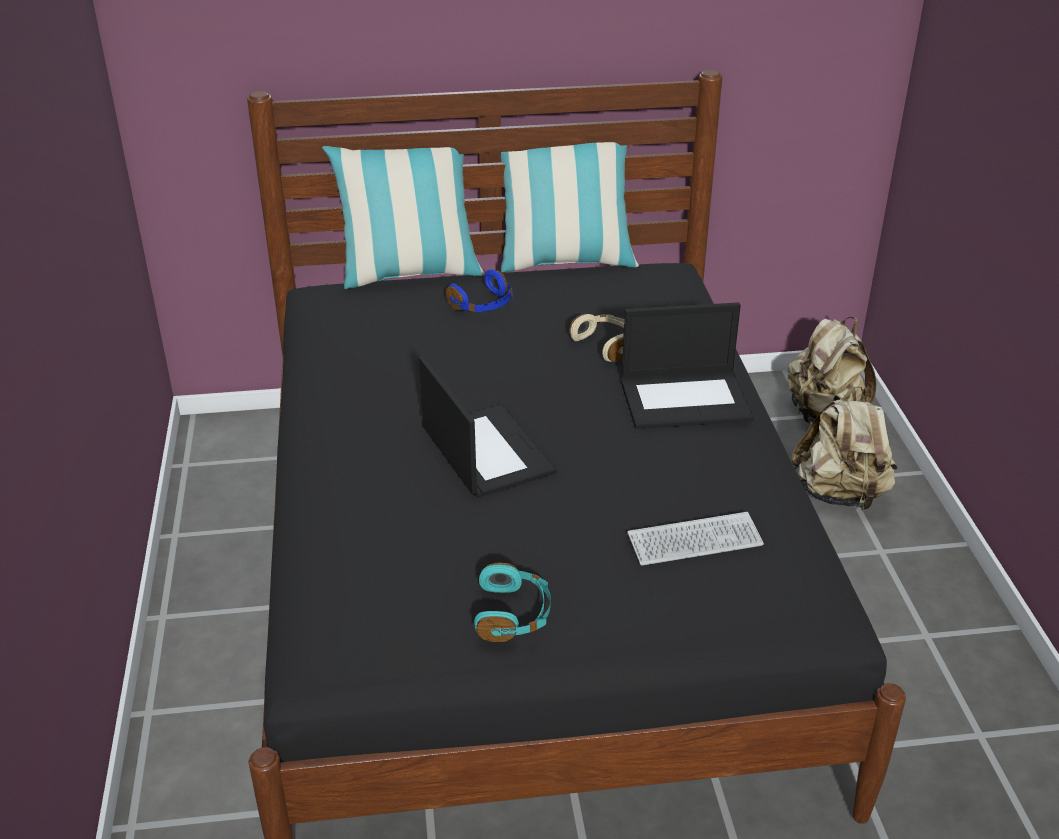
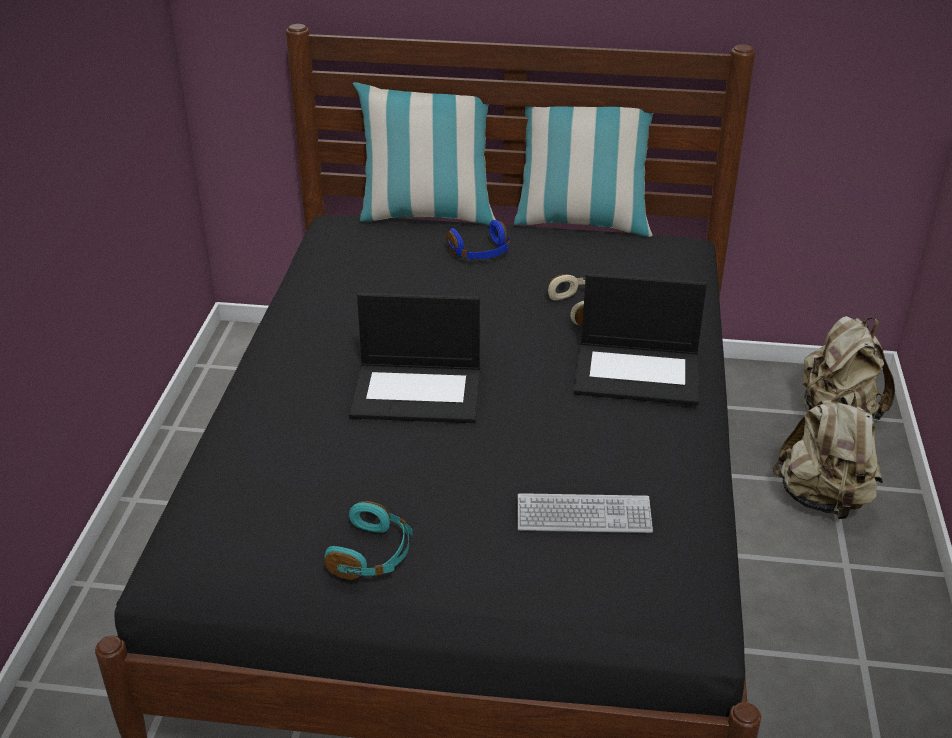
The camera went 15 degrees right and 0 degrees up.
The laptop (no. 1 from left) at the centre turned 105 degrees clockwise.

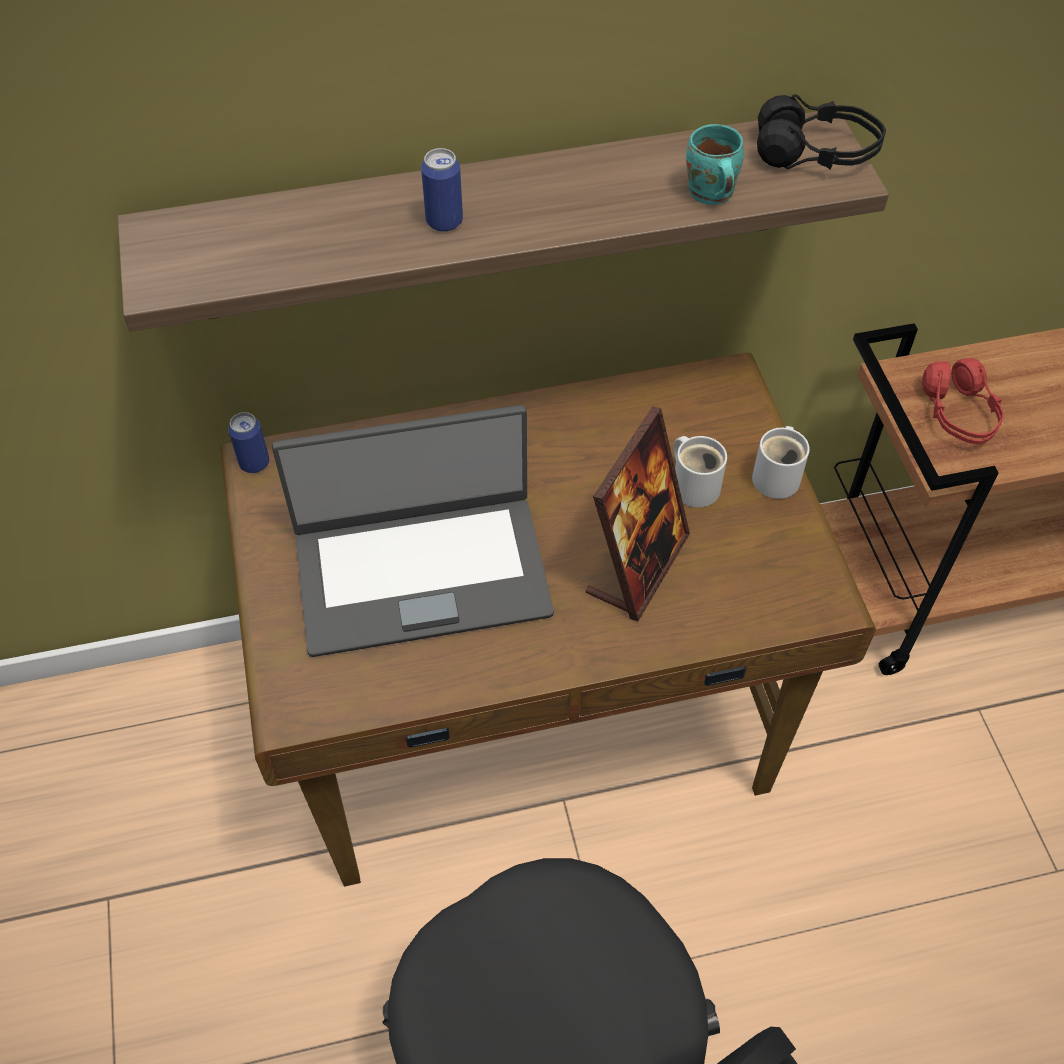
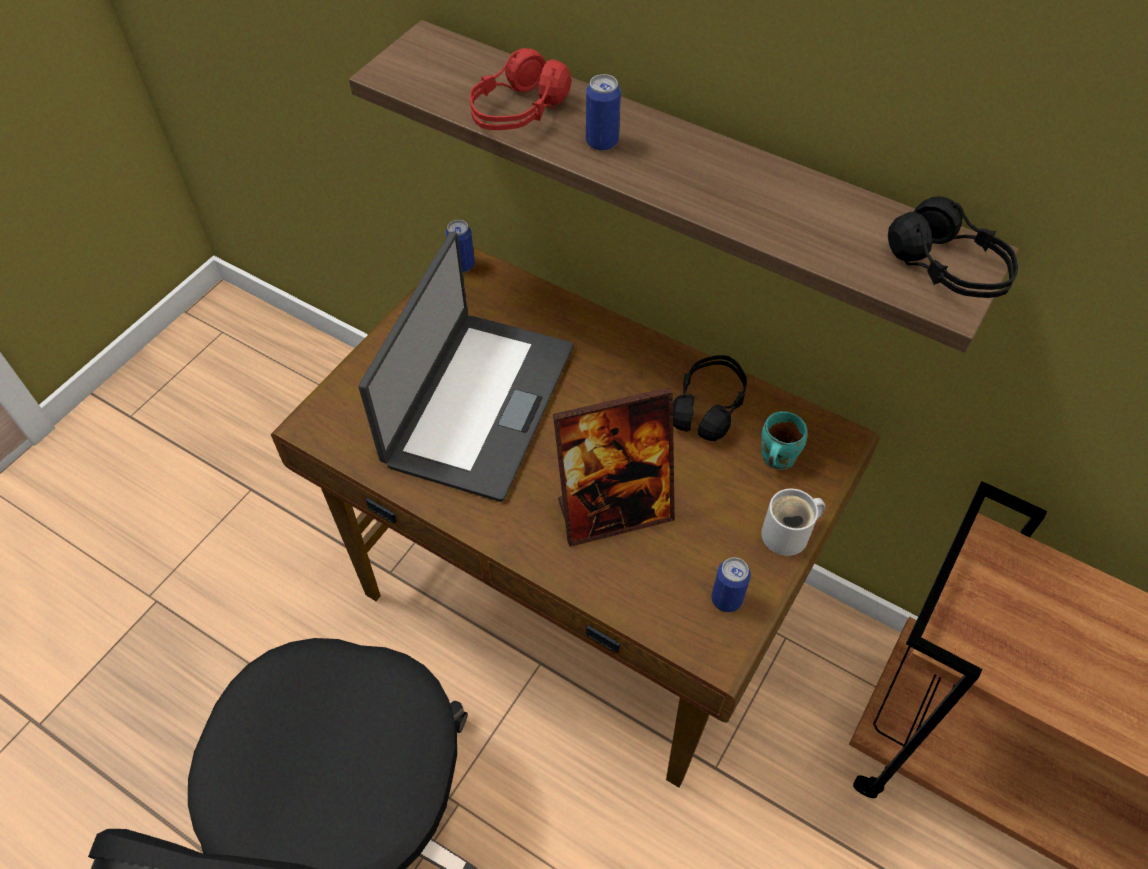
The camera went 45 degrees right and 0 degrees up.
The laptop at the centre turned 105 degrees counterclockwise.
The mug (white) (no. 1 from left) at the centre disappeared.
The mug (turquoise) moved from the top right to the middle right.
The headphones (red) moved from the middle right to the top centre.
The headphones (black) (no. 1 from left) at the centre appeared.
The can (no. 3 from left) at the bottom centre appeared.

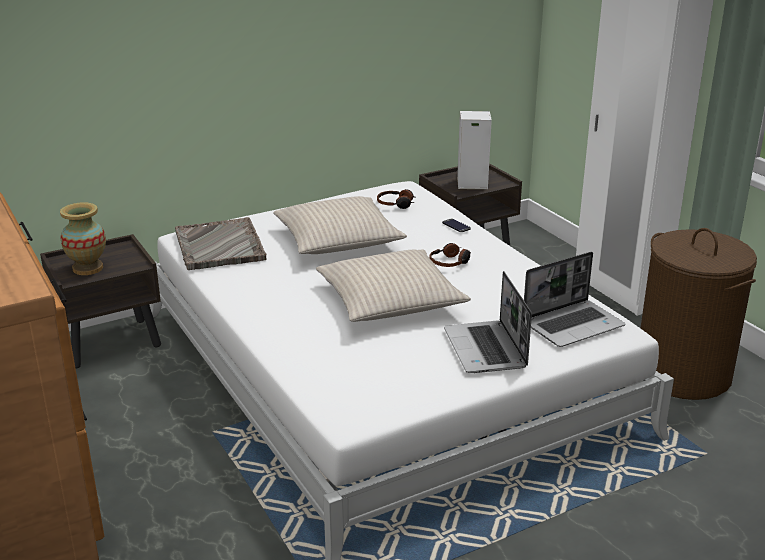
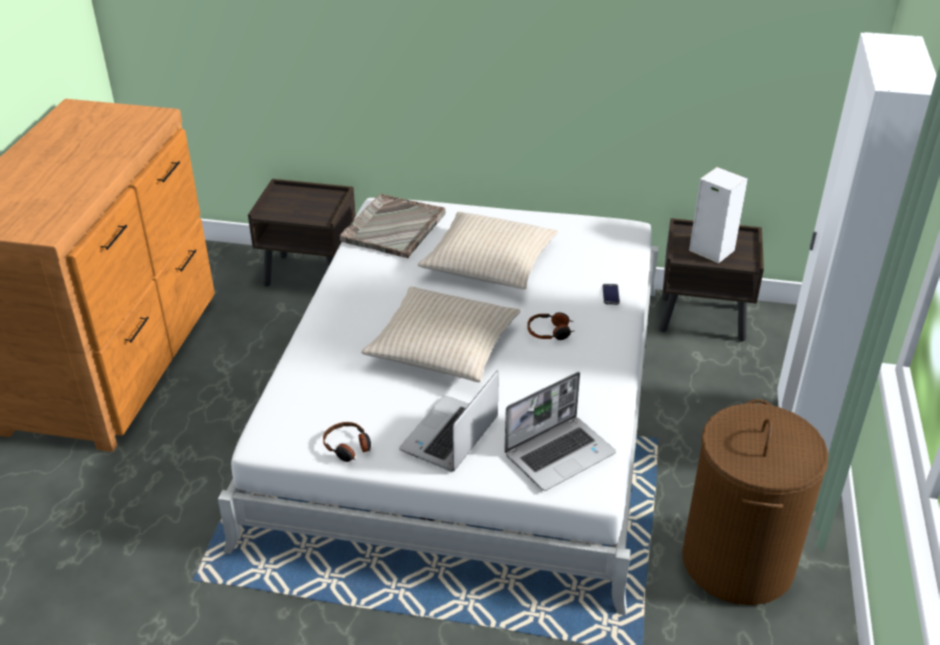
The camera went 40 degrees right and 10 degrees up.
The vase at the middle left disappeared.
The headphones (no. 1 from left) moved from the centre to the bottom centre.
The laptop (no. 2 from left) at the middle right turned 45 degrees counterclockwise.

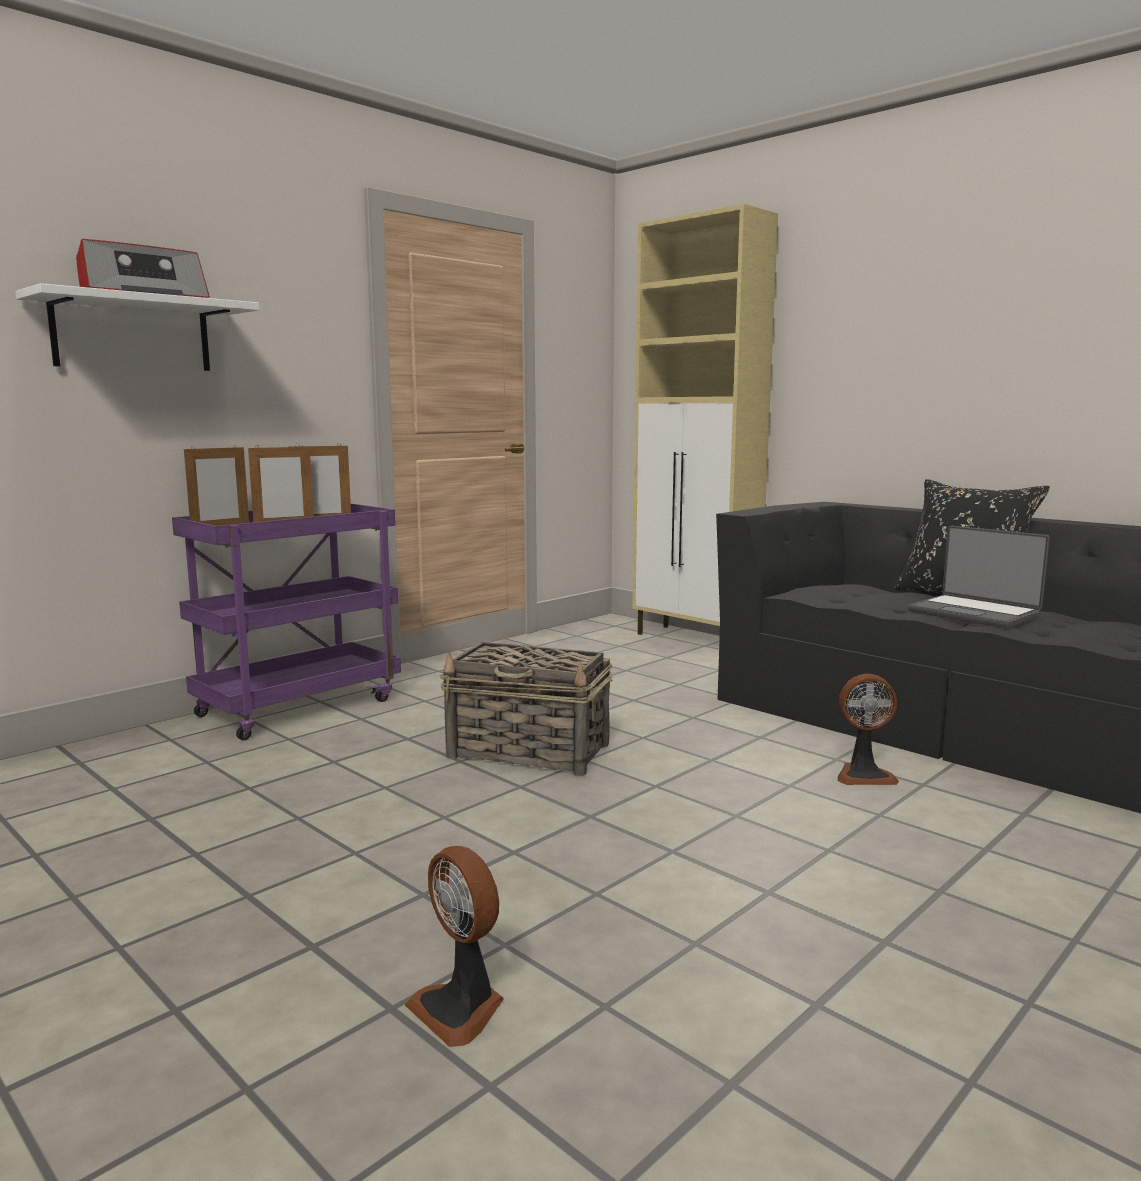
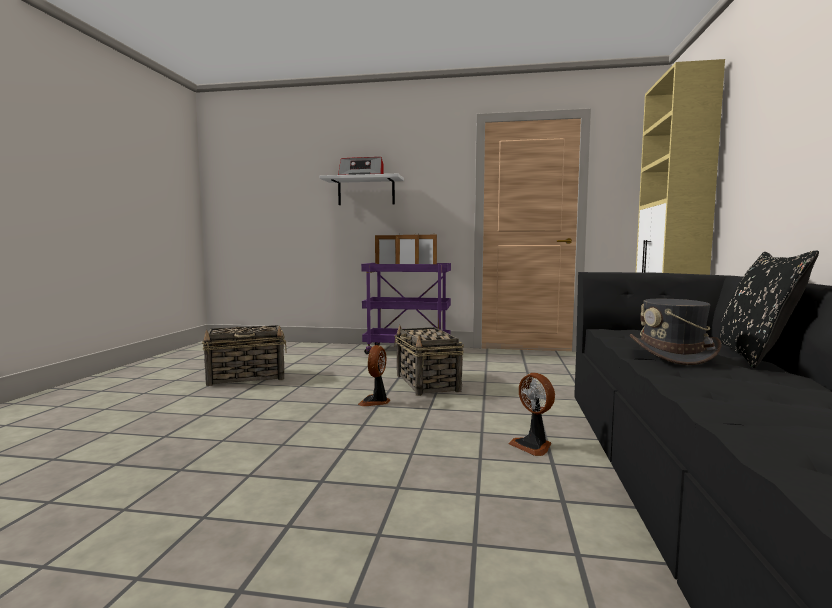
The camera went 55 degrees right and 5 degrees down.
The fan (no. 1 from left) moved from the bottom centre to the centre.
The laptop at the middle right was replaced by the hat (grey) at the middle right.
The basket (no. 1 from left) at the middle left appeared.

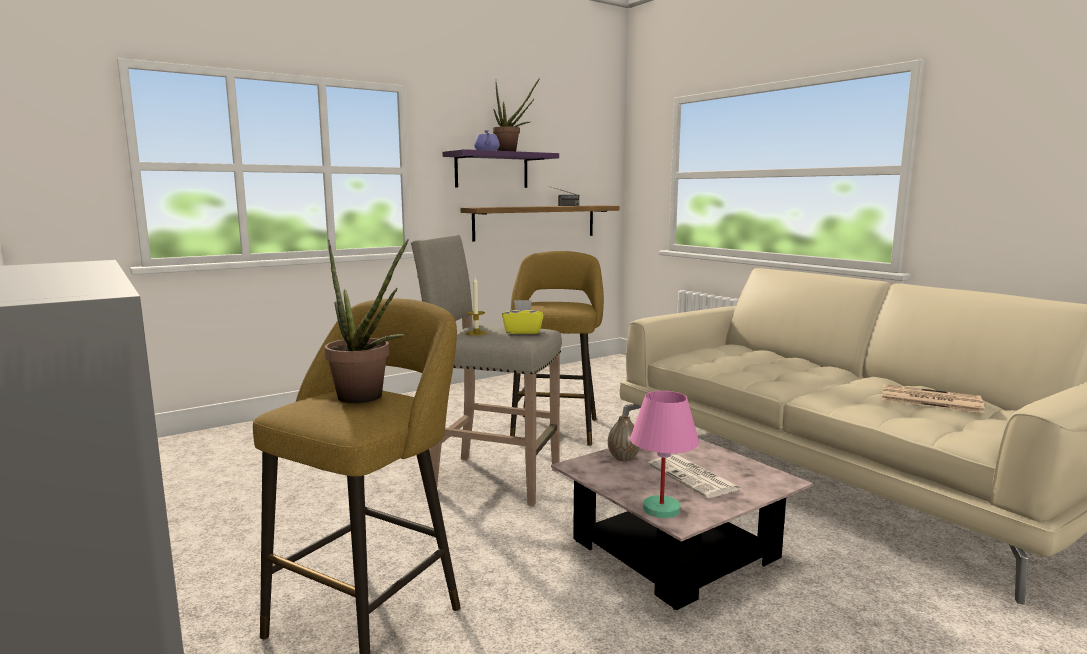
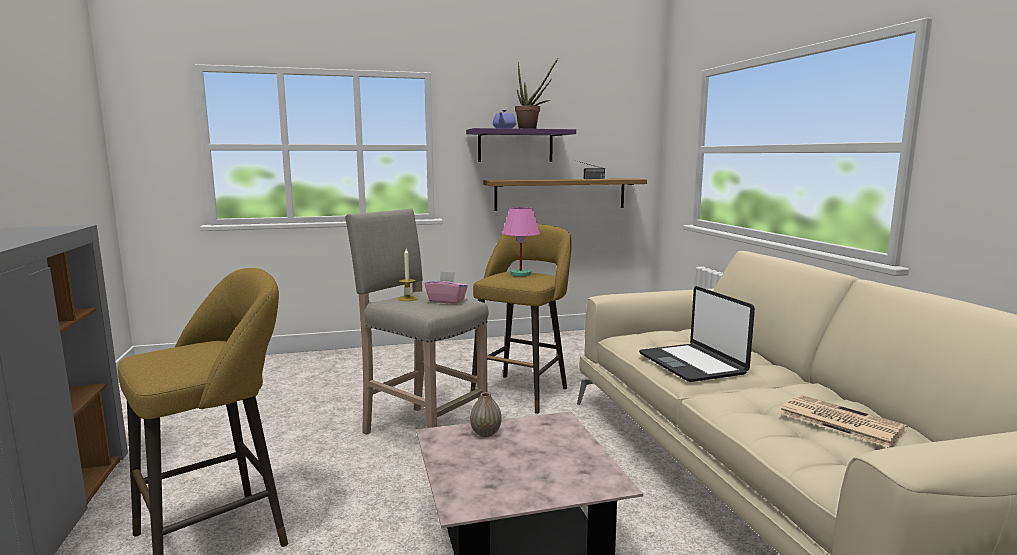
The camera went 20 degrees right and 0 degrees up.
The potted plant (no. 1 from left) at the centre disappeared.
The tissue box (yellow) at the centre became the tissue box (pink) at the centre.
The table lamp (pink) moved from the bottom centre to the centre.
The newspaper (no. 1 from left) at the bottom centre disappeared.
The laptop at the middle right appeared.

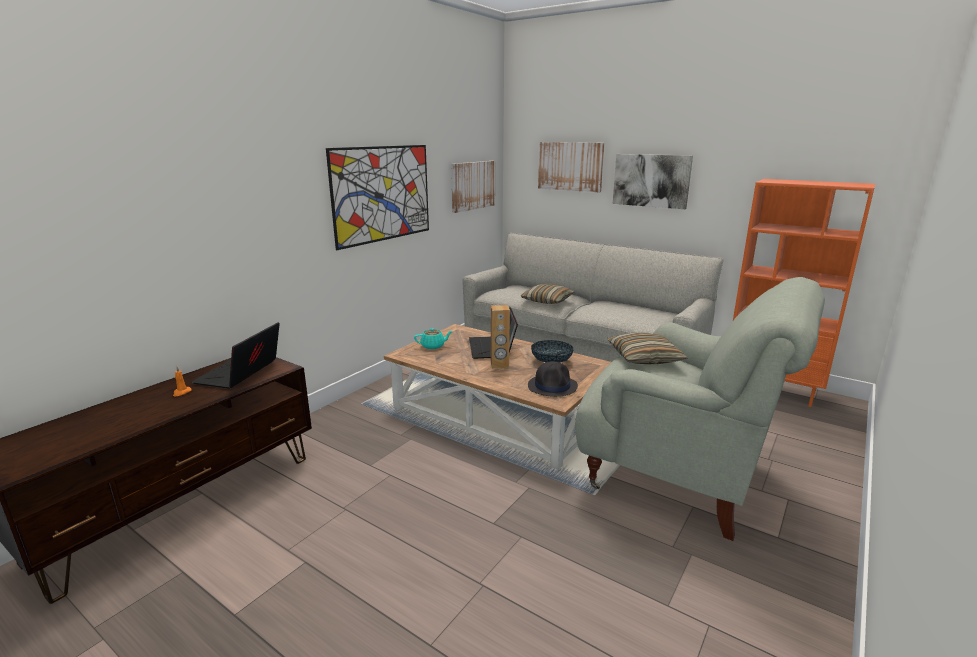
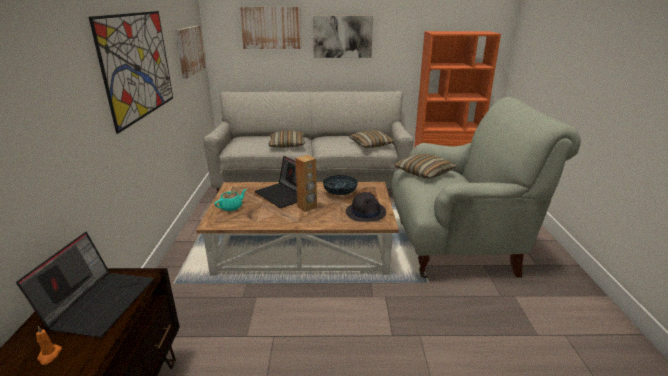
The camera went 35 degrees left and 5 degrees up.
The laptop (no. 1 from left) at the middle left turned 150 degrees counterclockwise.
The pillow (no. 2 from left) at the centre appeared.

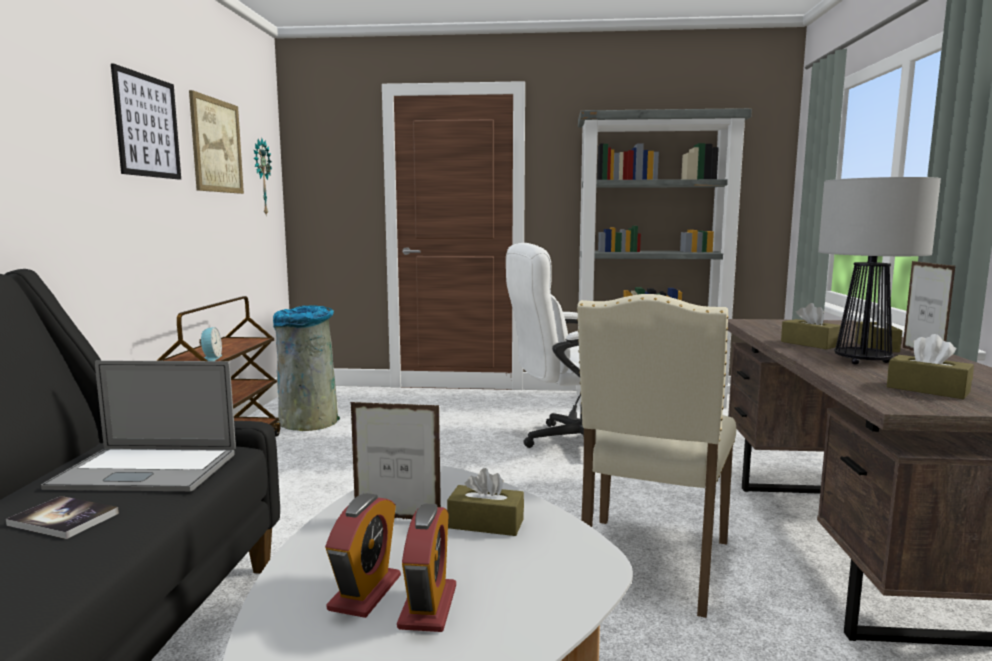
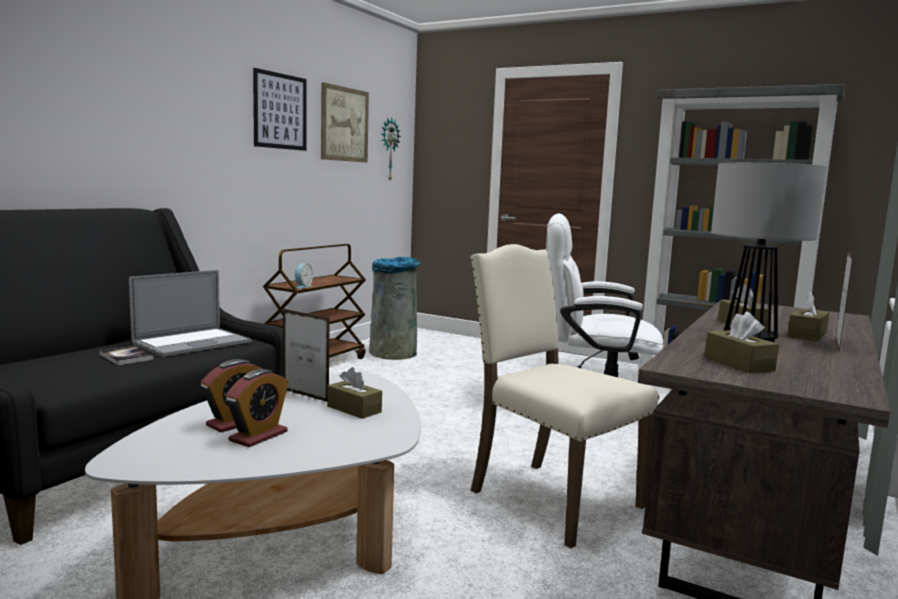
The camera went 25 degrees right and 0 degrees up.
The laptop at the middle left turned 75 degrees counterclockwise.
The chair (beige) at the bottom centre turned 90 degrees clockwise.

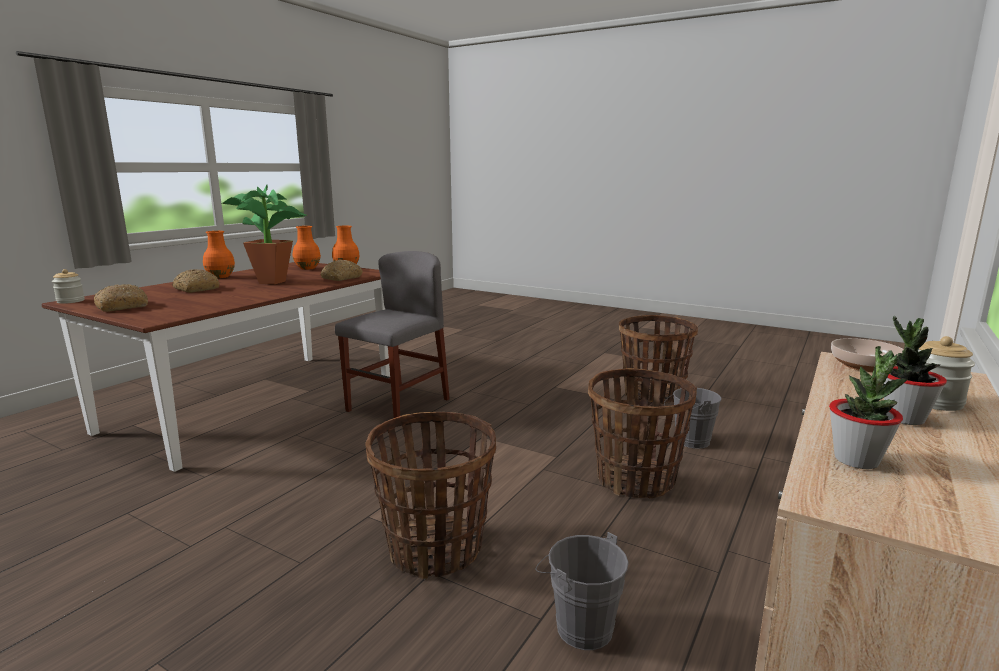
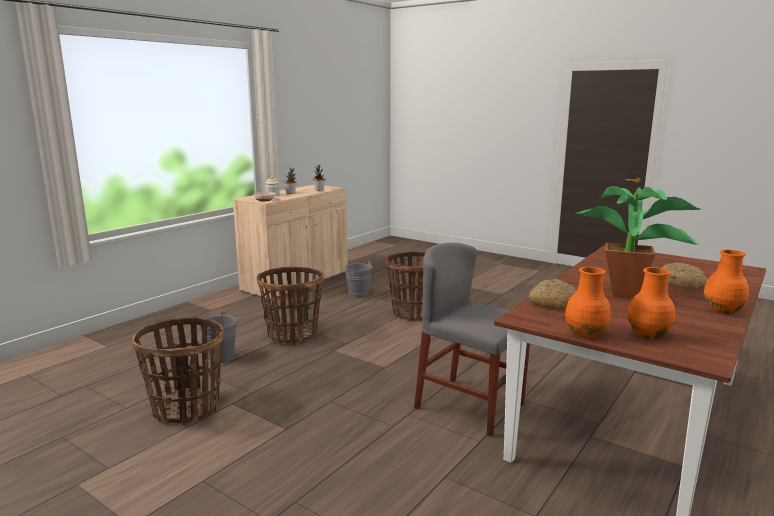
The camera went 175 degrees left and 0 degrees up.
The jar (no. 1 from left) at the middle left disappeared.
The bread (no. 1 from left) at the middle left disappeared.
The chair (grey) at the centre turned 90 degrees clockwise.

